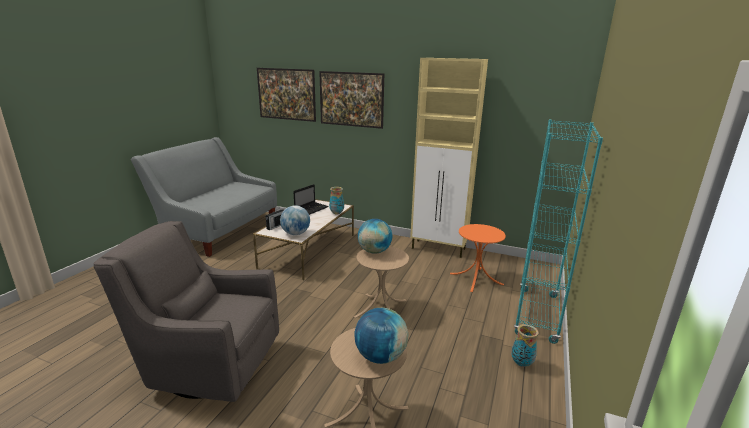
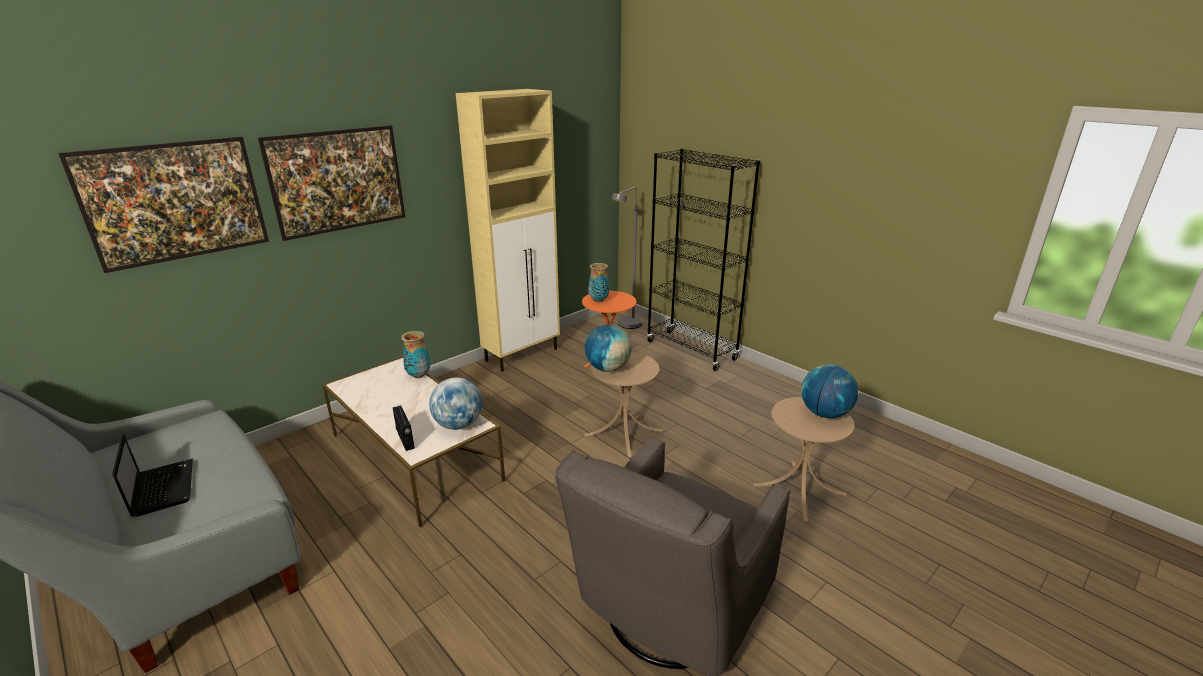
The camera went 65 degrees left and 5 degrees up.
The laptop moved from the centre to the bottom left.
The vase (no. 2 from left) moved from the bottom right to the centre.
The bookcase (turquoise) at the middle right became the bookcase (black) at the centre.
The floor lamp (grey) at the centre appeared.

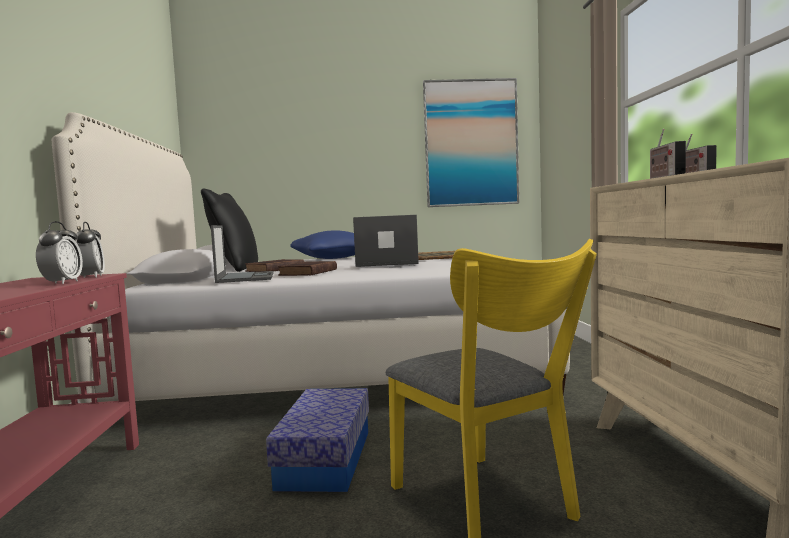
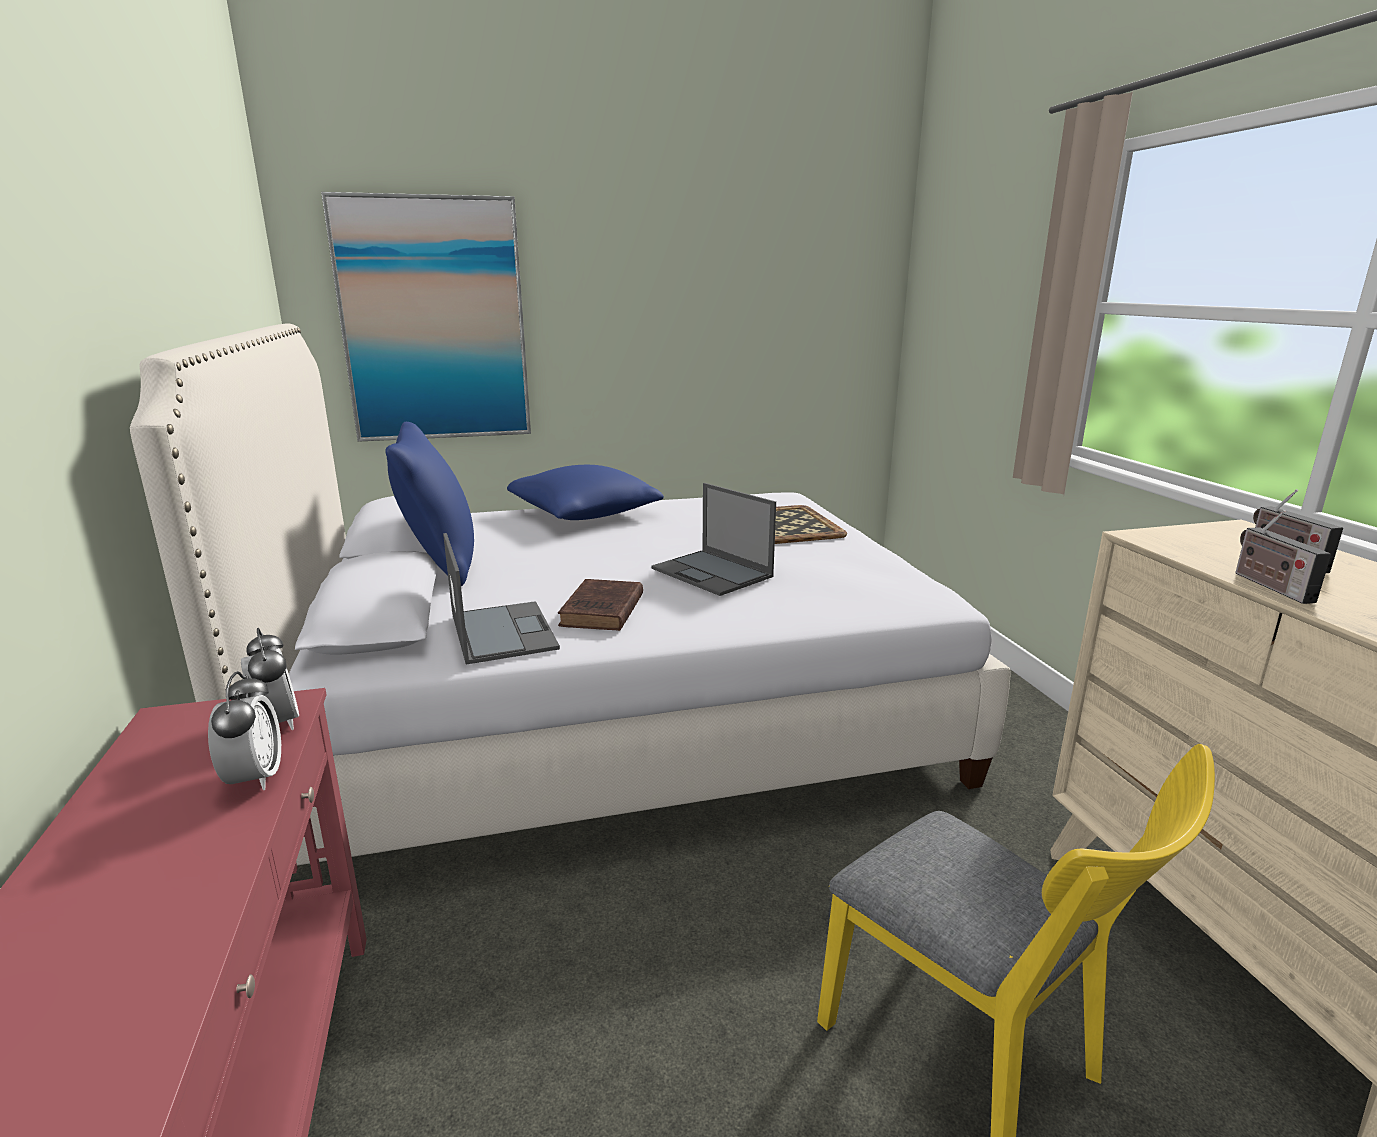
The camera went 10 degrees left and 15 degrees up.
The pillow (black) at the middle left became the pillow (blue) (no. 1 from left) at the middle left.
The book (brown) (no. 1 from left) at the centre disappeared.
The storage box at the bottom centre disappeared.
The laptop (no. 2 from left) at the centre turned 120 degrees counterclockwise.
The picture moved from the top centre to the top left.

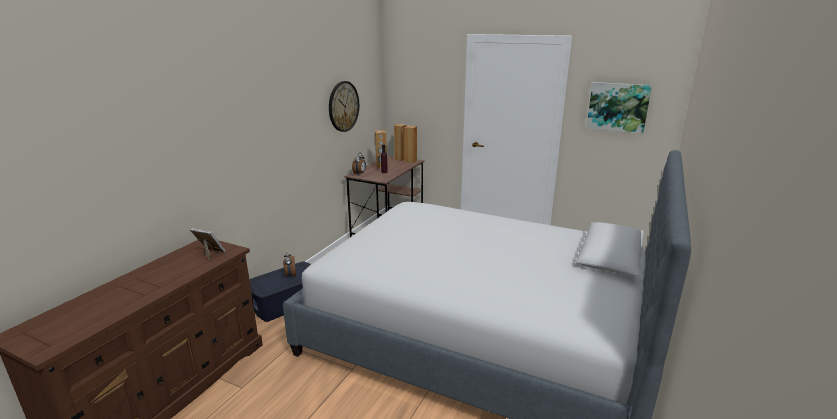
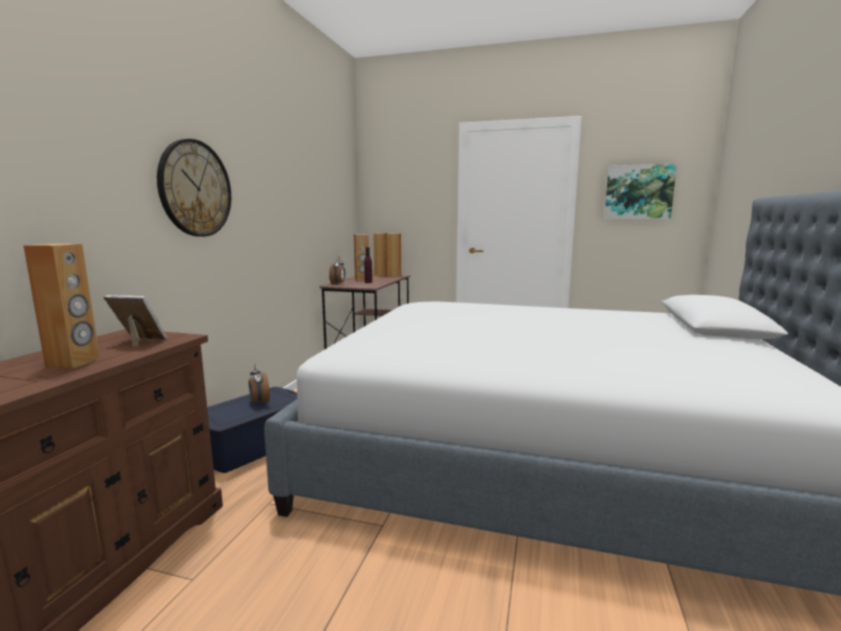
The camera went 10 degrees left and 10 degrees down.
The wall clock moved from the top centre to the top left.
The speaker (brown) (no. 1 from left) at the middle left appeared.

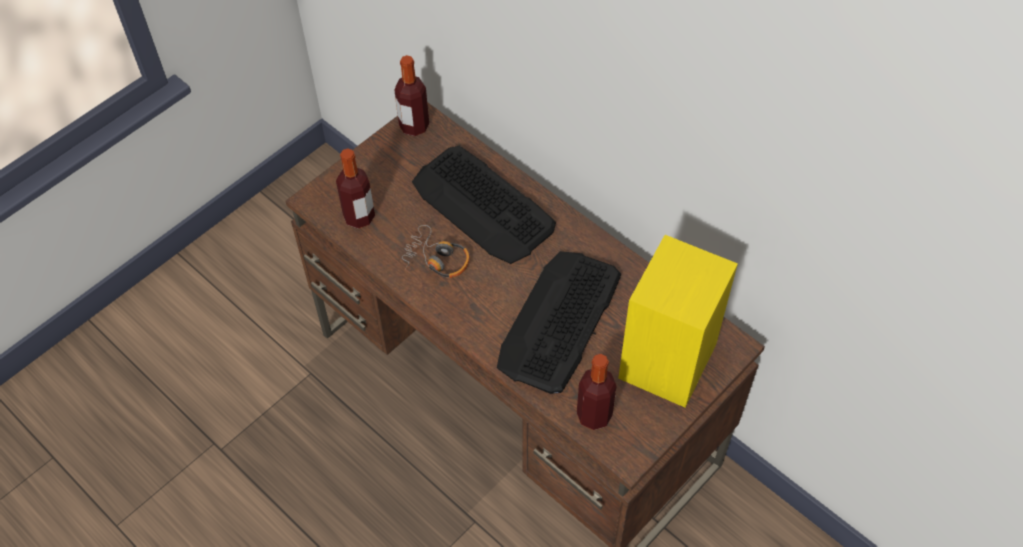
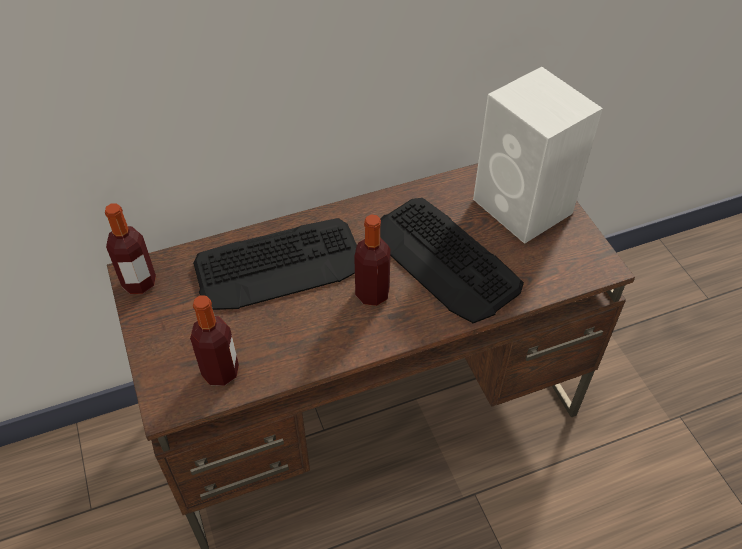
The camera went 65 degrees left and 5 degrees down.
The headphones at the centre disappeared.
The bottle (no. 3 from left) moved from the bottom centre to the centre.
The speaker (yellow) at the centre became the speaker (white) at the top right.

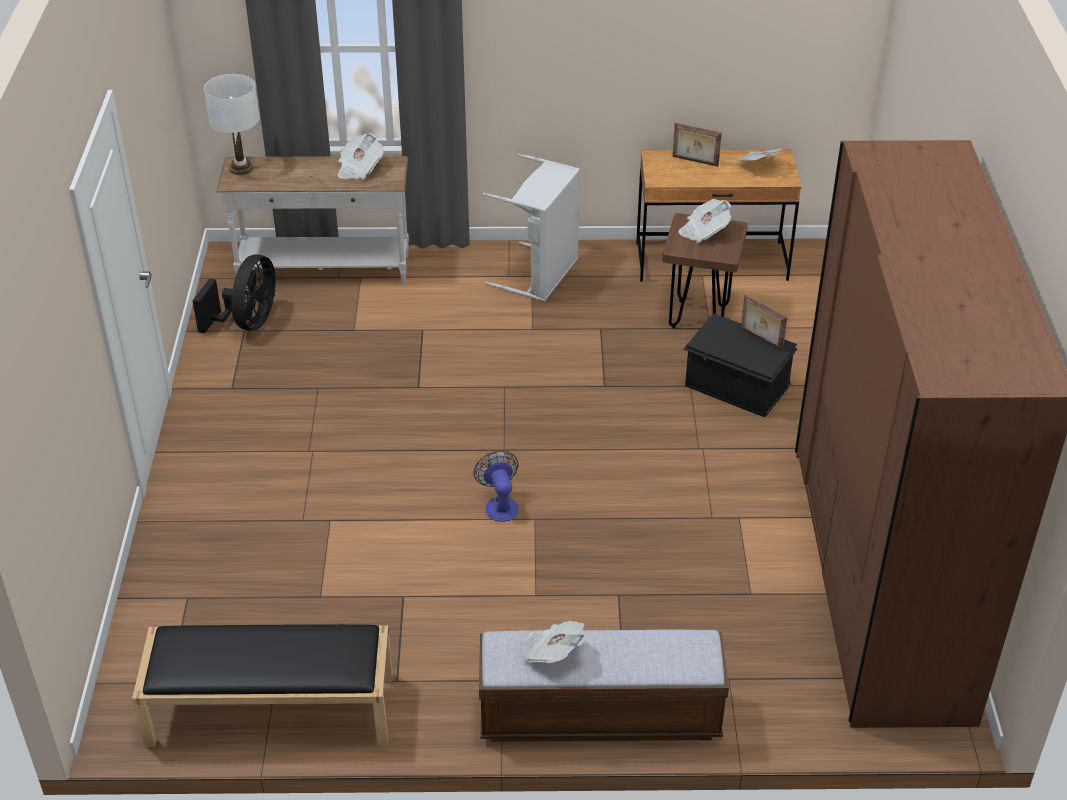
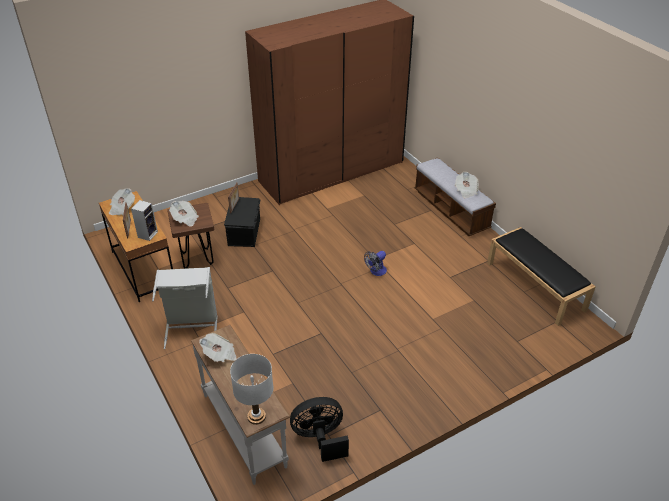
The camera went 120 degrees left and 0 degrees up.
The speaker at the middle left appeared.

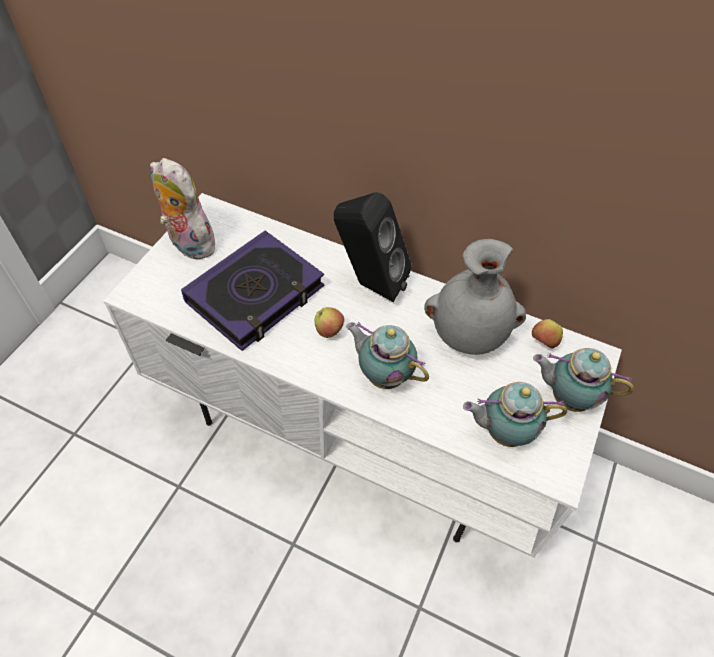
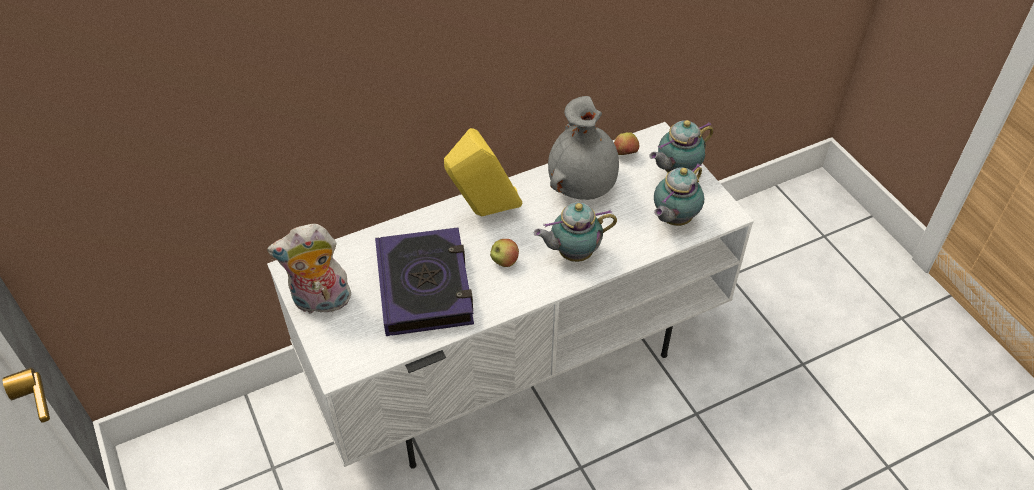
The camera went 50 degrees left and 5 degrees down.
The speaker (black) at the centre became the speaker (yellow) at the centre.

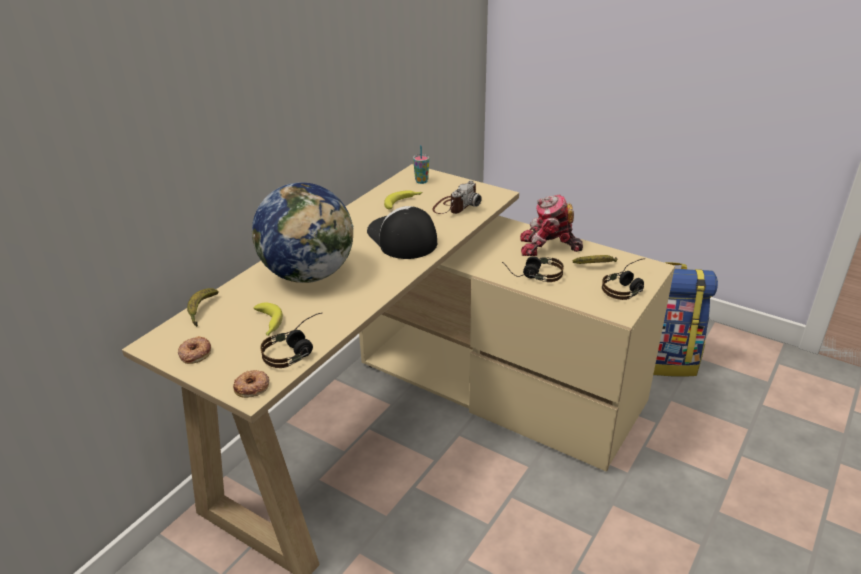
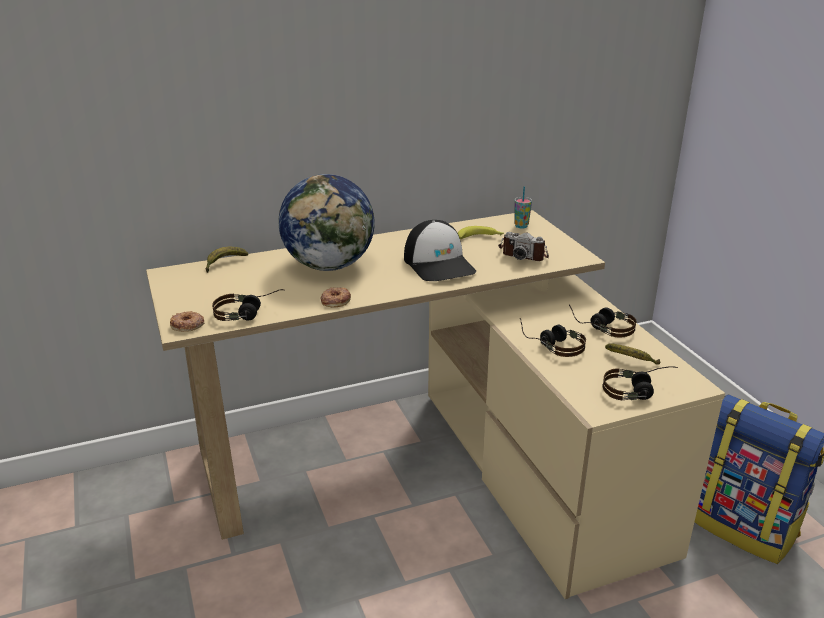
The camera went 35 degrees right and 5 degrees down.
The donut (no. 1 from left in the first image) moved from the middle left to the centre.
The banana (no. 2 from left) at the middle left disappeared.
The cap at the centre turned 150 degrees clockwise.
The photo camera at the centre turned 45 degrees clockwise.
The toy robot at the centre was replaced by the headphones (no. 3 from left) at the middle right.

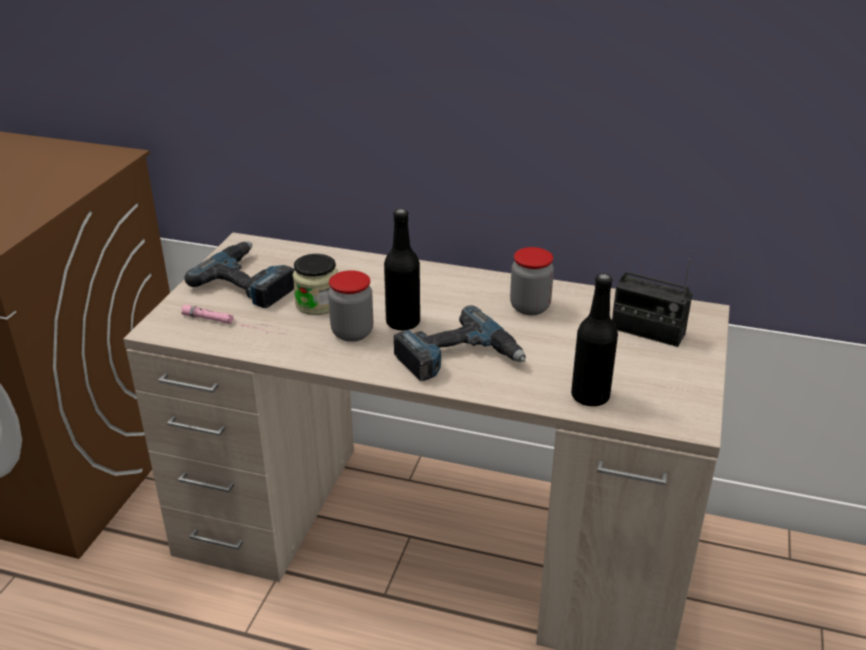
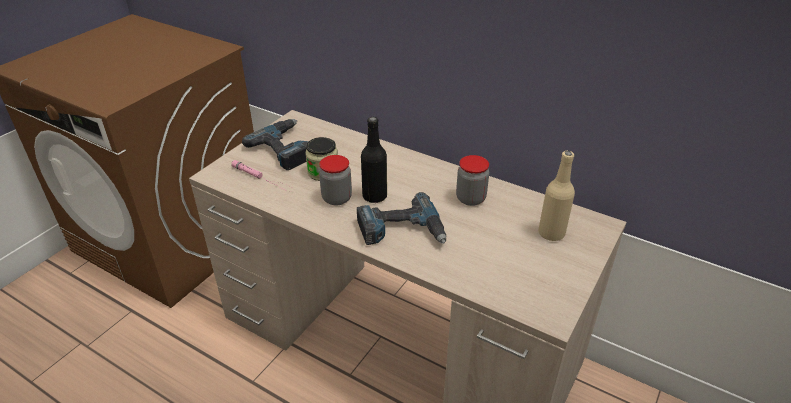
The camera went 15 degrees right and 5 degrees up.
The bottle (black) (no. 2 from left) at the middle right disappeared.
The radio at the middle right was replaced by the bottle (beige) at the middle right.

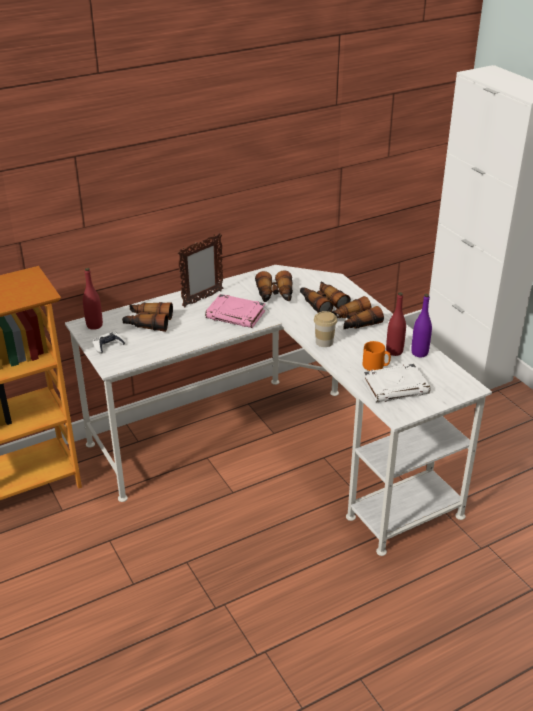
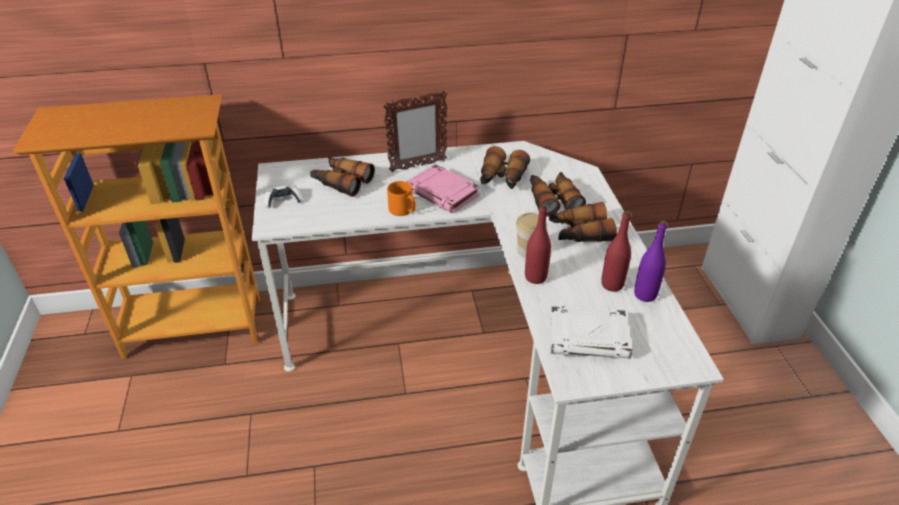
The camera went 20 degrees right and 5 degrees up.
The bottle (red) (no. 1 from left) moved from the middle left to the centre.
The mug (orange) moved from the middle right to the centre.

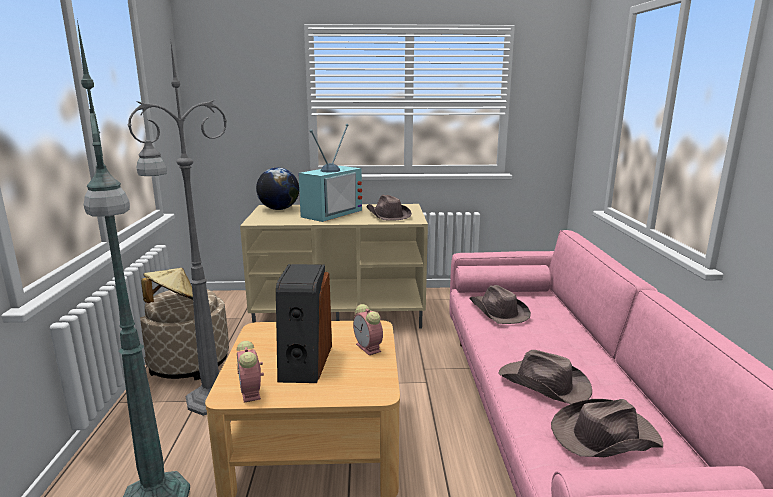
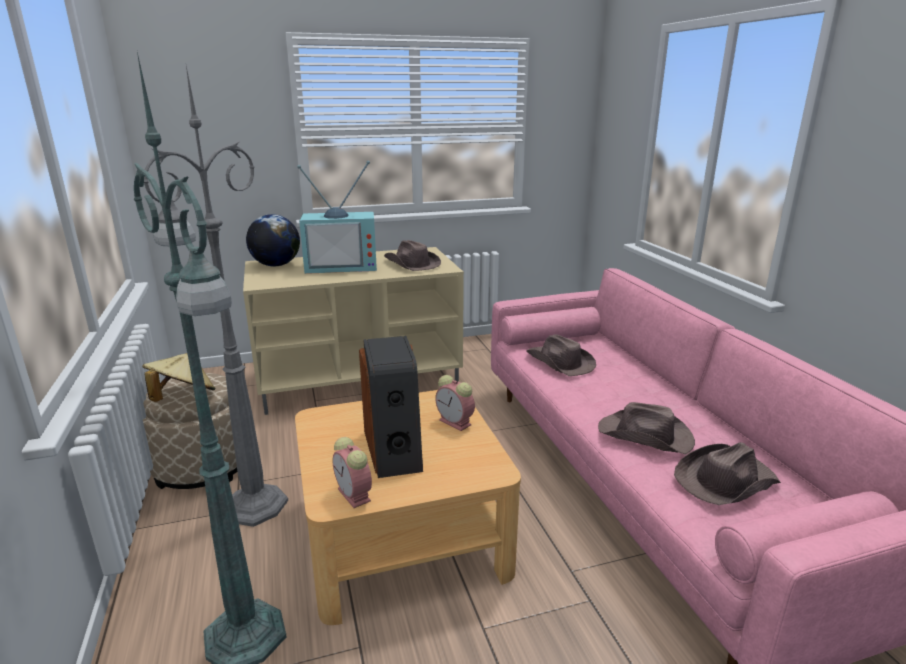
The camera went 15 degrees left and 5 degrees up.
The television at the centre turned 60 degrees clockwise.

